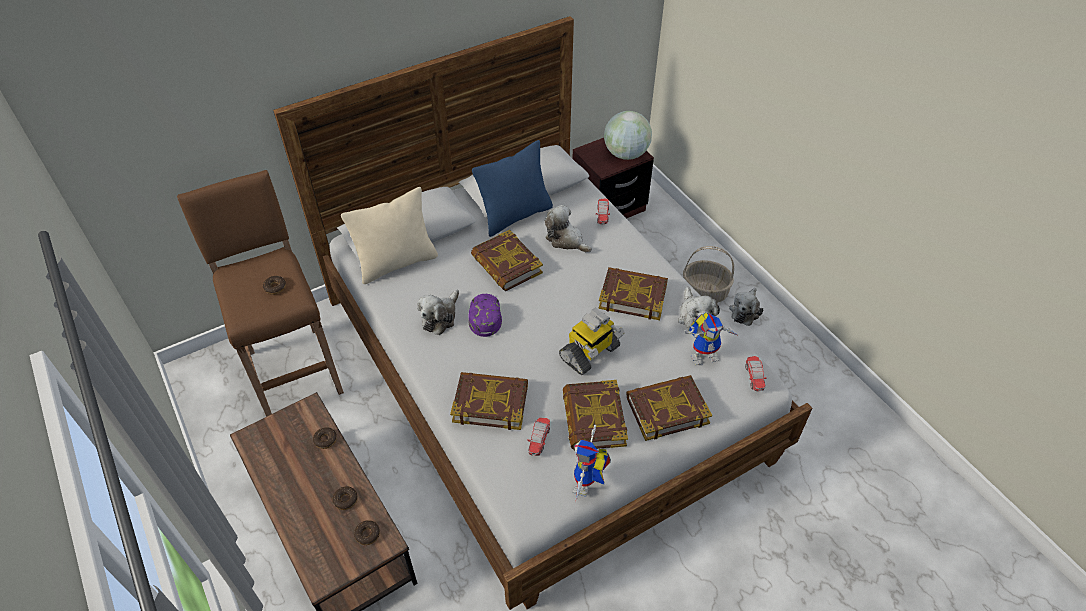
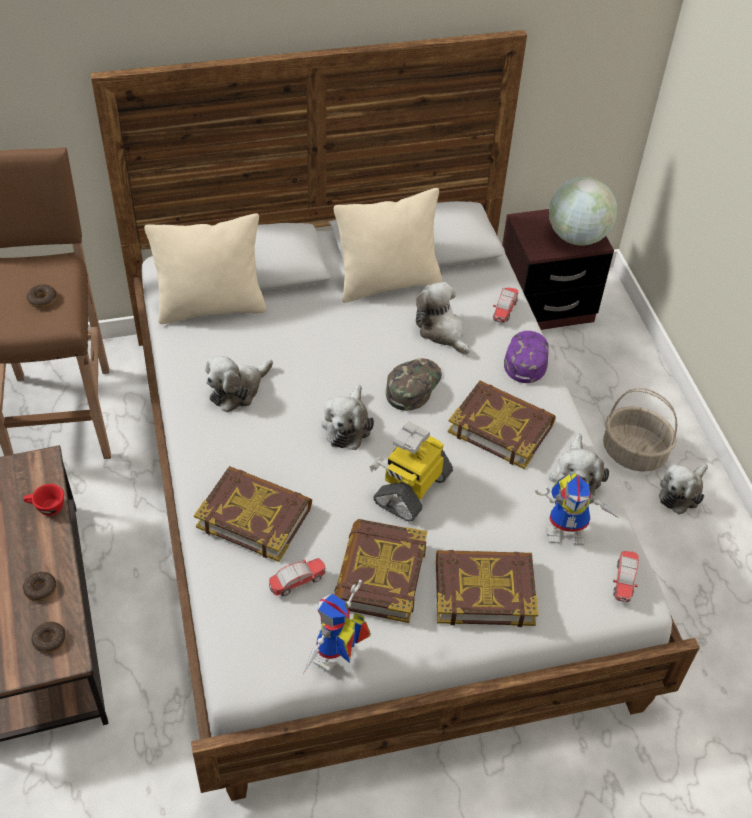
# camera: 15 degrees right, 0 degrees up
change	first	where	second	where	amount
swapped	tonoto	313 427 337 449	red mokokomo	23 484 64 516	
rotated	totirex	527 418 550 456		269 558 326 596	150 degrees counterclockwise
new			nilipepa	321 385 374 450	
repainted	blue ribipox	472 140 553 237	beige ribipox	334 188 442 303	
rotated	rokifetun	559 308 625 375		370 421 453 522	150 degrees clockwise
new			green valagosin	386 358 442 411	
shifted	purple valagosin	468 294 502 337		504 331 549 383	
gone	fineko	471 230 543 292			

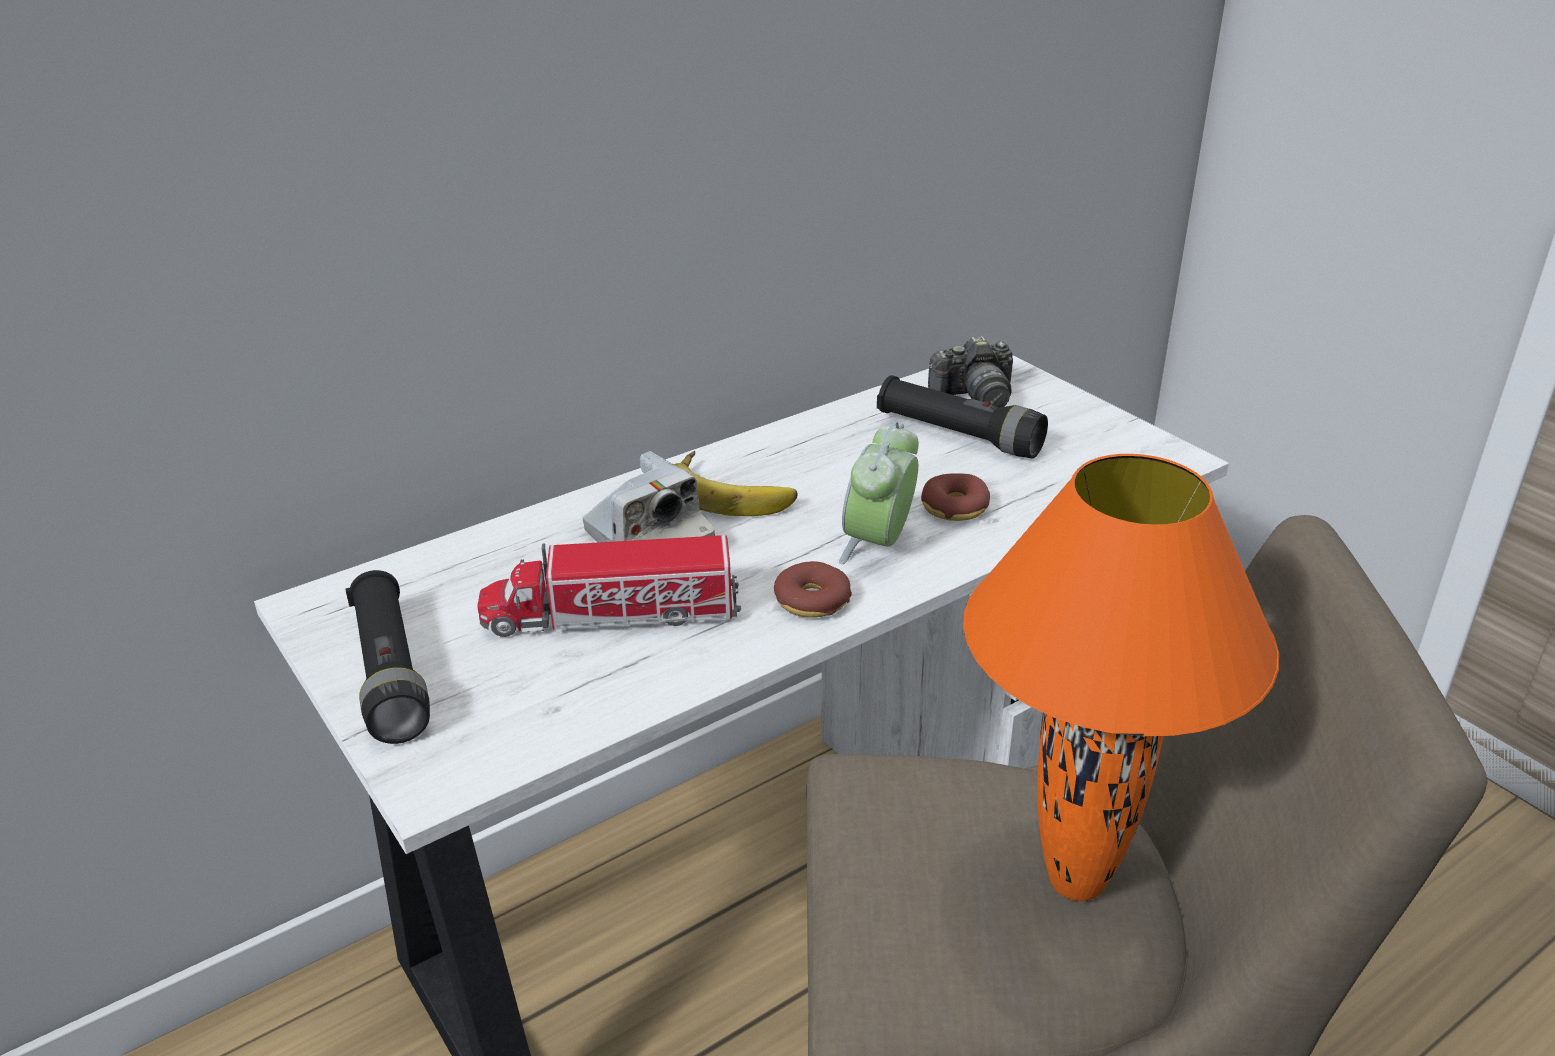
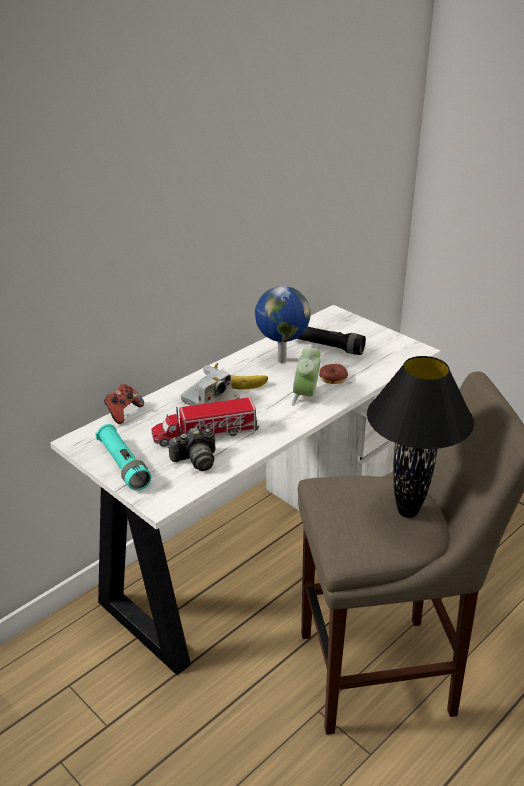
# camera: 10 degrees left, 0 degrees up
change	first	where	second	where	amount
repainted	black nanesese	345 570 430 744	turquoise nanesese	96 424 151 491	
new			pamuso	104 384 144 424	
shifted	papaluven	928 336 1013 408		168 427 215 471	
new			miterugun	255 286 311 363	
repainted	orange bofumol	963 454 1279 901	black bofumol	367 356 474 518	
gone	tonoto	774 561 852 618			

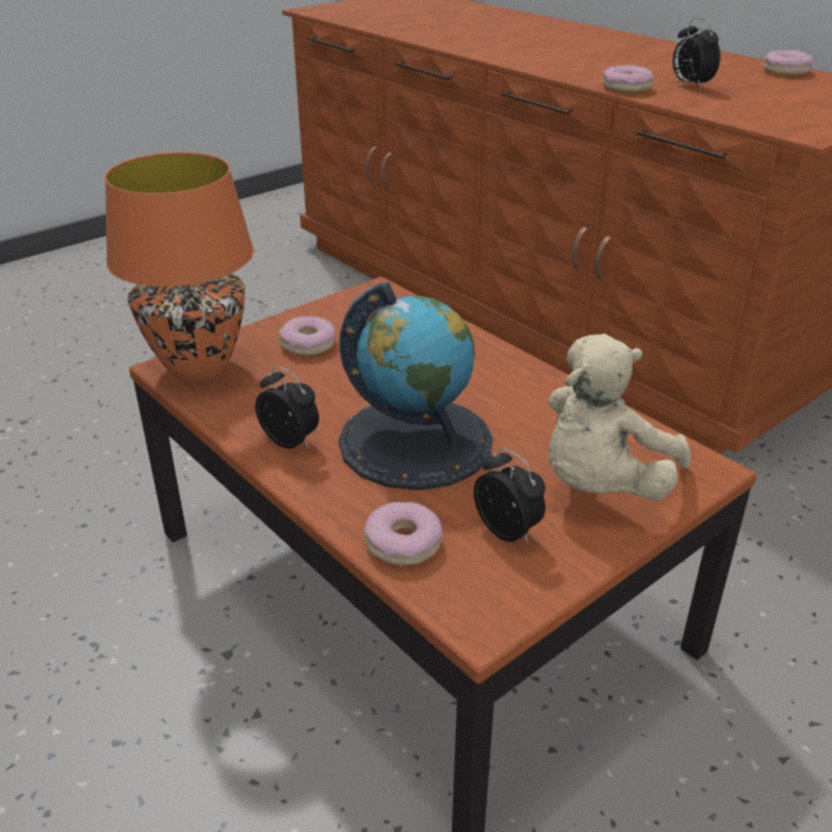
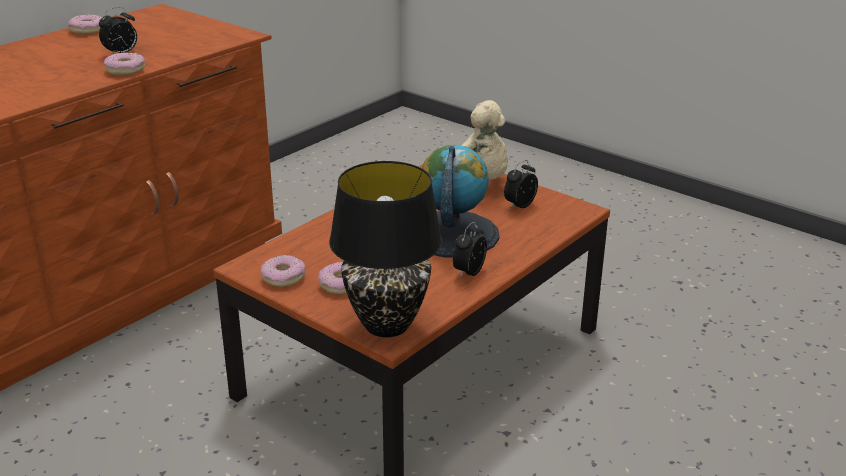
# camera: 100 degrees left, 5 degrees down
change	first	where	second	where	amount
shifted	tonoto	364 502 443 566		261 255 305 287	
repainted	orange bofumol	104 152 254 381	black bofumol	329 161 442 337	

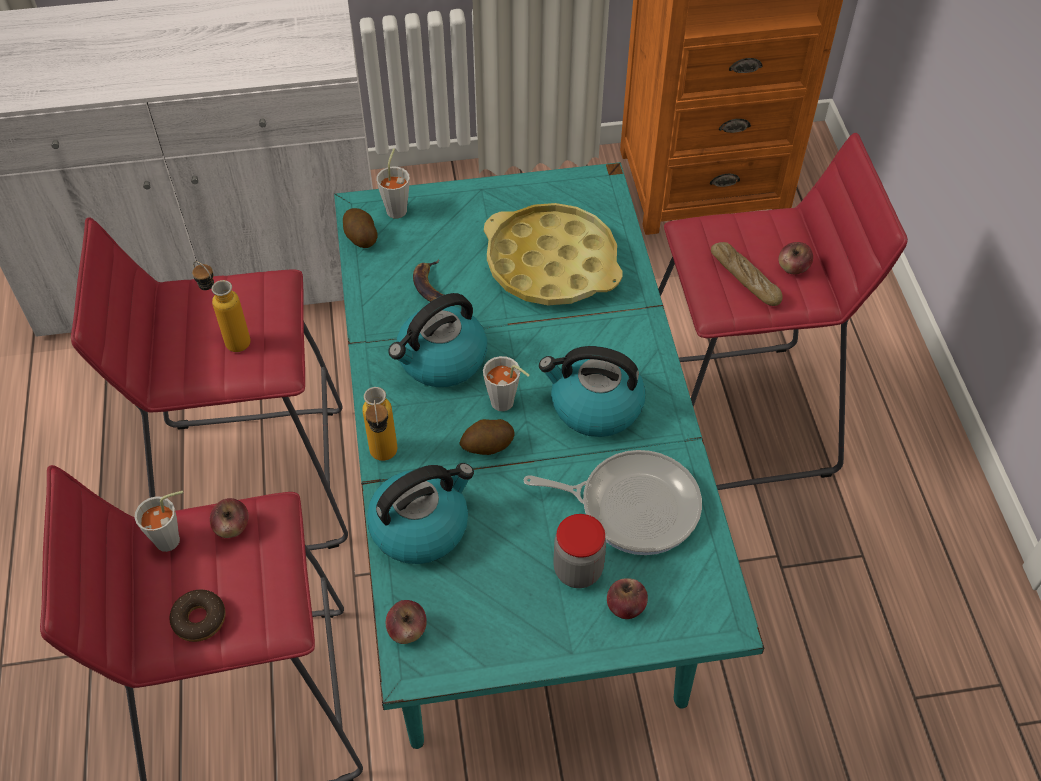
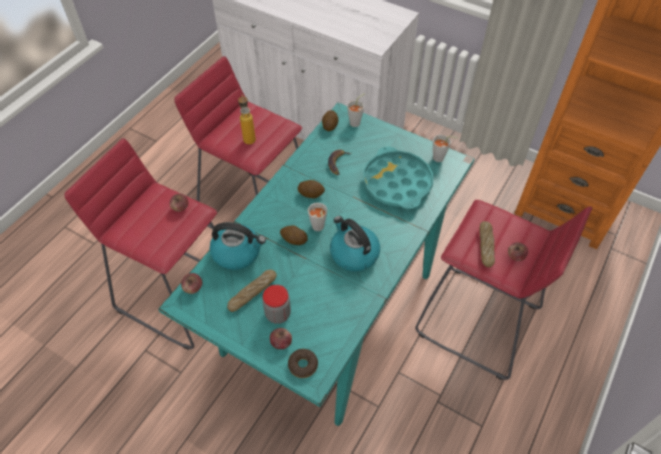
# camera: 40 degrees right, 0 degrees up
change	first	where	second	where	amount
new			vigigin	227 270 277 312	
shifted	tonoto	169 589 226 642		288 349 318 378	
swapped	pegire	388 293 487 387	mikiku	298 180 325 198	
repainted	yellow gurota	484 203 623 305	turquoise gurota	363 146 433 209	
shifted	grey mokokomo	135 491 184 552		433 135 458 162	
gone	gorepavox	362 387 397 461			
gone	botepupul	524 450 702 555			

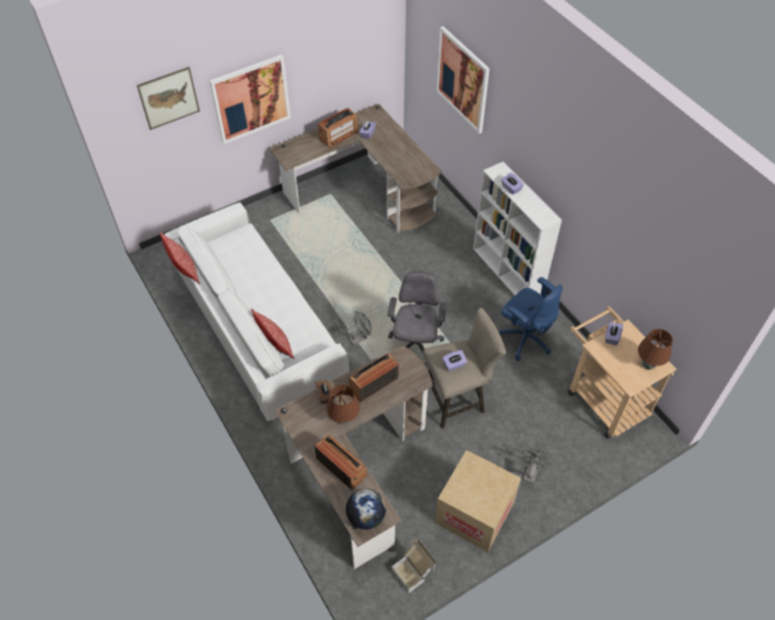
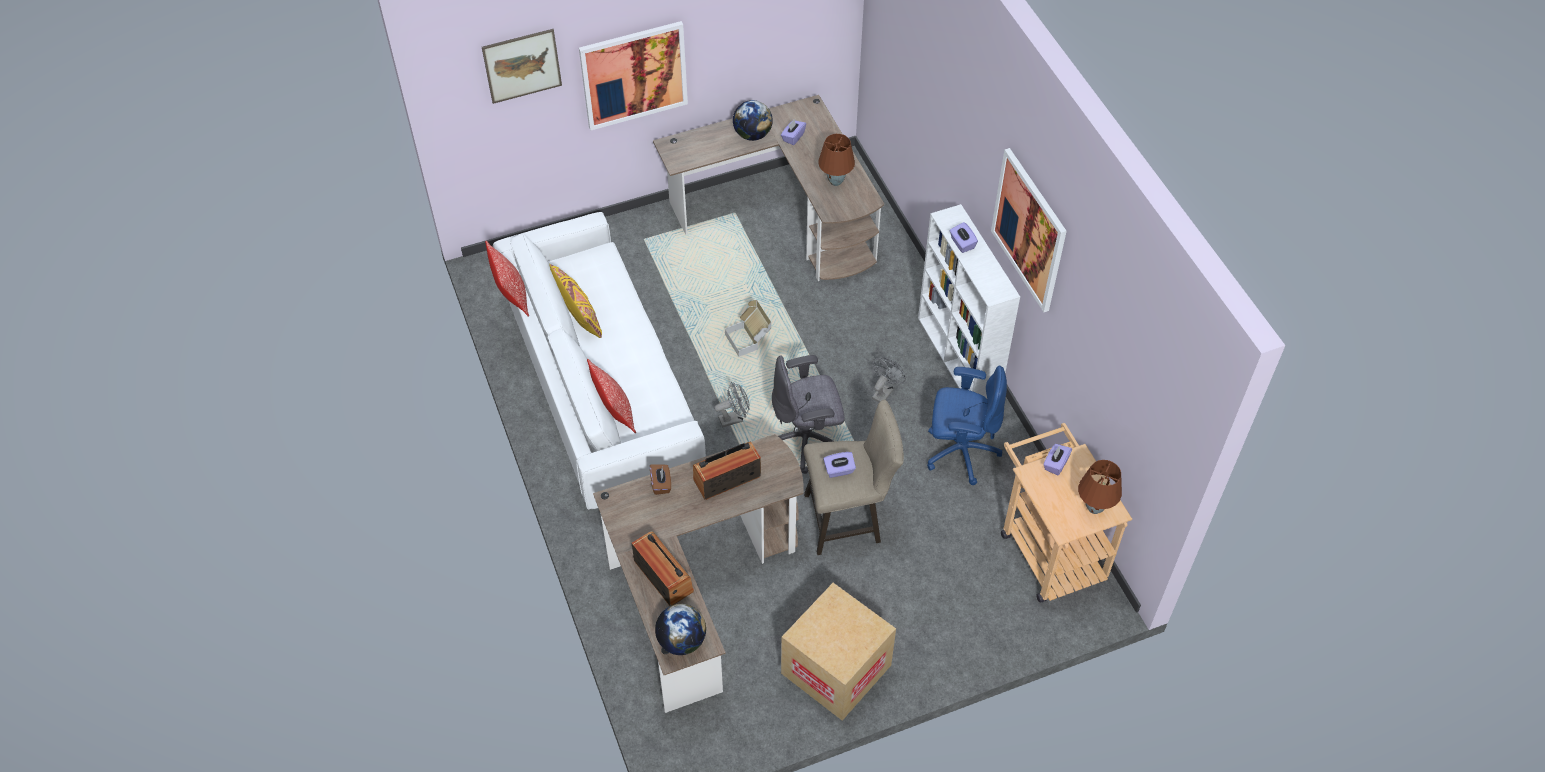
# camera: 10 degrees right, 0 degrees up
change	first	where	second	where	amount
new			yellow ribipox	549 264 602 338	
shifted	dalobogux	391 539 436 593		725 300 771 357	
swapped	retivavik	318 108 358 148	miterugun	733 100 773 141	
rotated	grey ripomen	388 272 446 353		772 355 845 474	120 degrees counterclockwise
shifted	brown bofumol	326 385 360 425		818 134 855 186	
shifted	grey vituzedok	521 448 552 484		872 358 906 402	
rotated	blue ripomen	498 277 563 361		928 366 1007 485	45 degrees counterclockwise
shifted	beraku	436 26 490 134		991 148 1067 312	

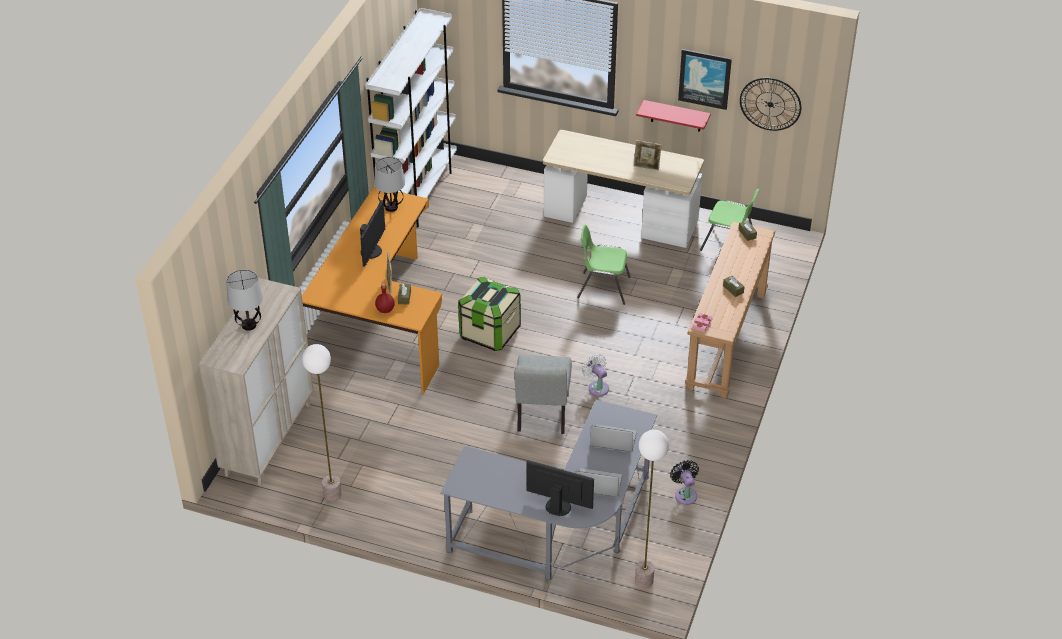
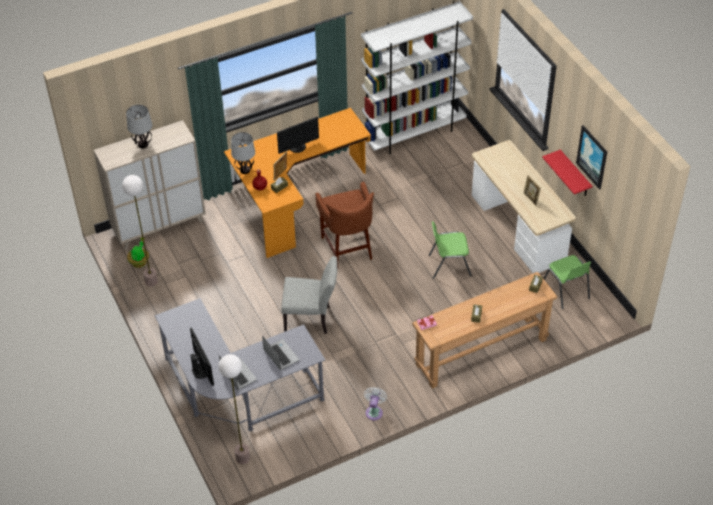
# camera: 45 degrees right, 5 degrees up
change	first	where	second	where	amount
new			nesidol	127 237 149 268	
shifted	bofumol	374 157 405 212		231 132 255 174	
rotated	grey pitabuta	514 355 572 434		281 256 337 334	135 degrees counterclockwise
swapped	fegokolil	458 277 521 351	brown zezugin	315 182 374 269	
shifted	white vituzedok	582 354 609 396		364 387 387 420	
rotated	green pitabuta	577 225 631 305		429 221 472 279	60 degrees counterclockwise
gone	black vituzedok	670 460 699 505			
gone	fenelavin	740 78 801 131			

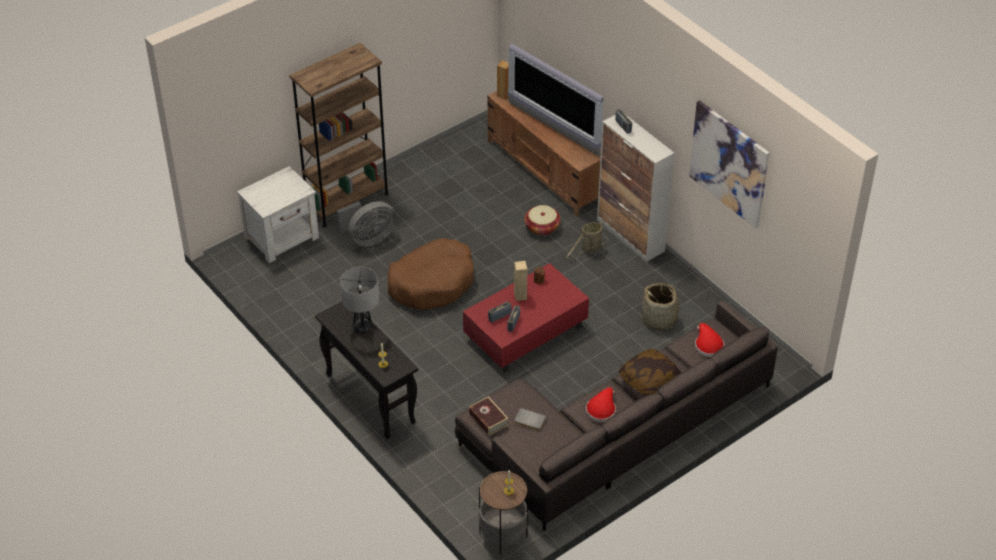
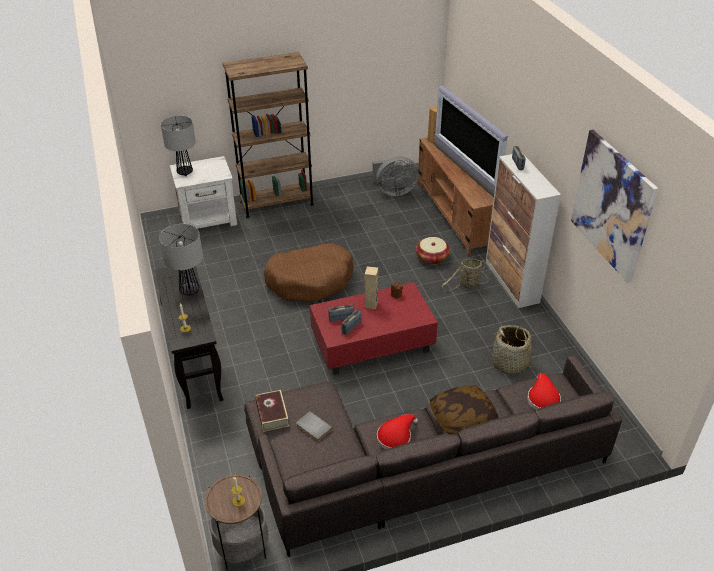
# camera: 20 degrees right, 5 degrees down
change	first	where	second	where	amount
new			bofumol	161 115 196 176	
shifted	grey vituzedok	336 201 396 246		372 156 419 196	

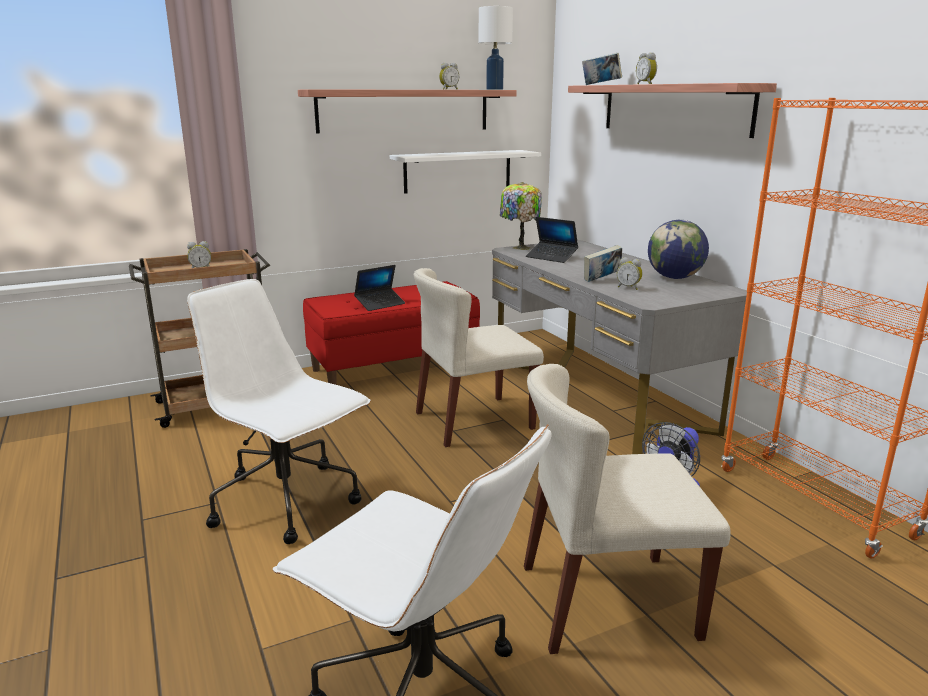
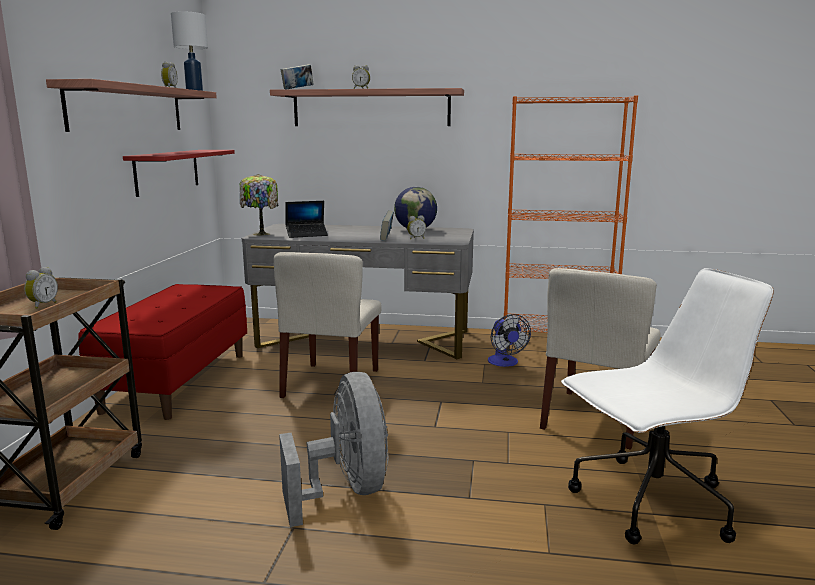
# camera: 55 degrees left, 5 degrees down
change	first	where	second	where	amount
repainted	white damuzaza	390 150 541 194	red damuzaza	123 150 235 197	
swapped	white ripomen	187 279 371 544	grey vituzedok	279 372 388 527	
gone	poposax	354 265 405 311			

